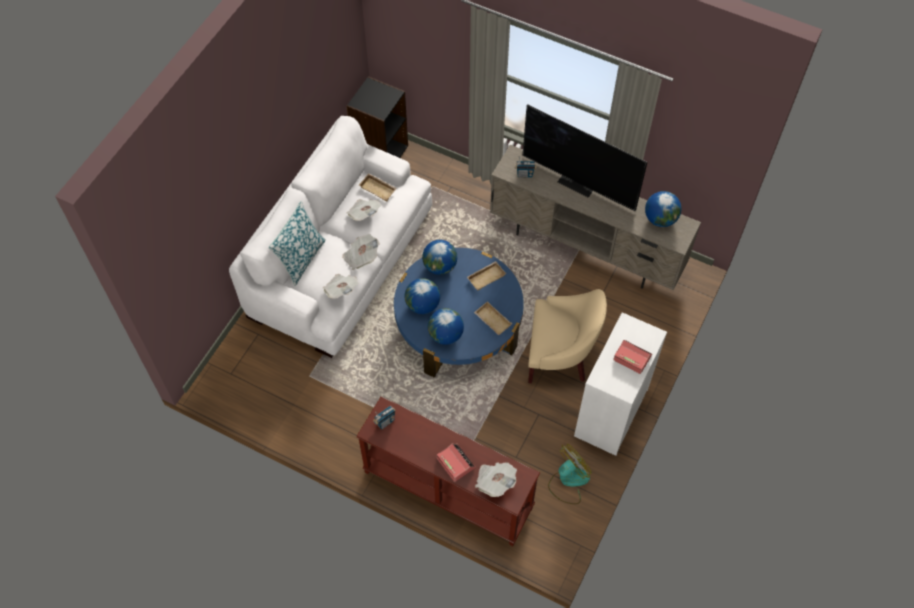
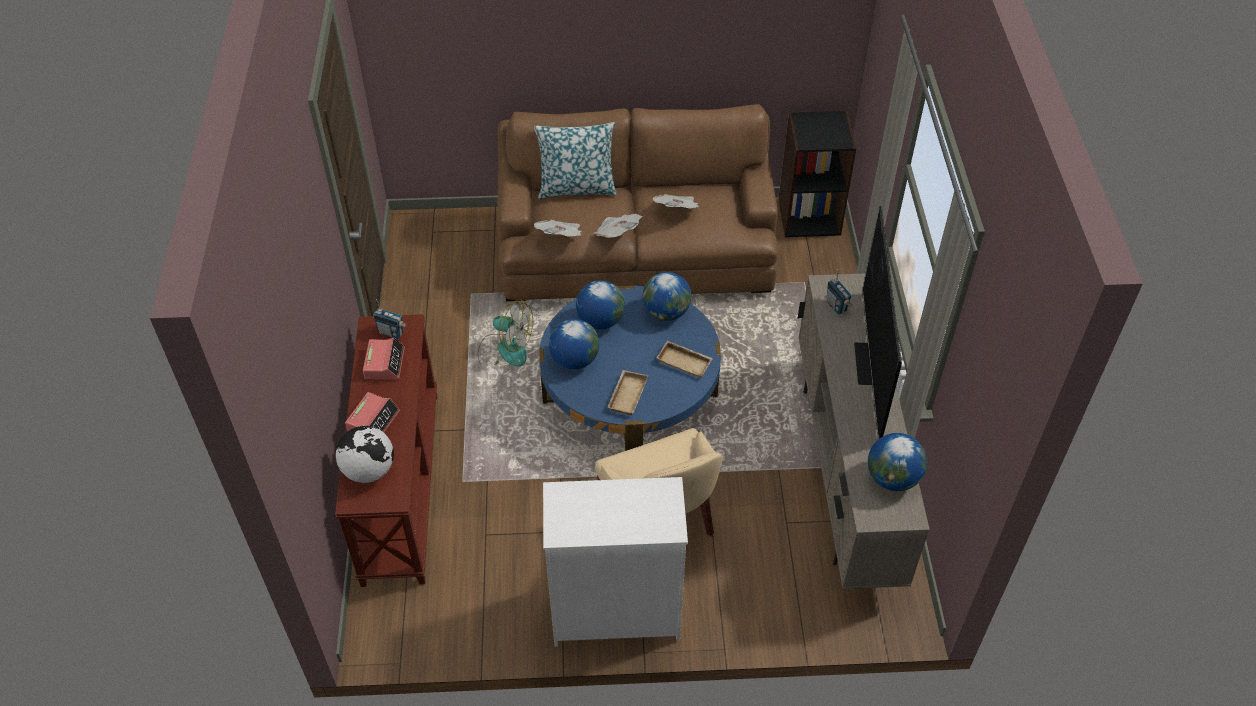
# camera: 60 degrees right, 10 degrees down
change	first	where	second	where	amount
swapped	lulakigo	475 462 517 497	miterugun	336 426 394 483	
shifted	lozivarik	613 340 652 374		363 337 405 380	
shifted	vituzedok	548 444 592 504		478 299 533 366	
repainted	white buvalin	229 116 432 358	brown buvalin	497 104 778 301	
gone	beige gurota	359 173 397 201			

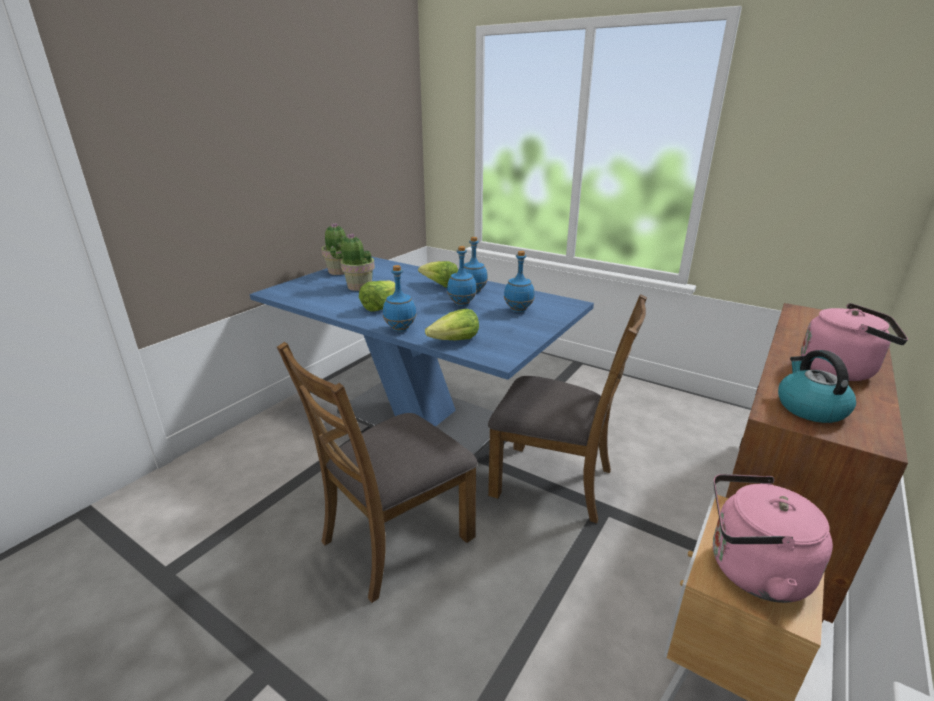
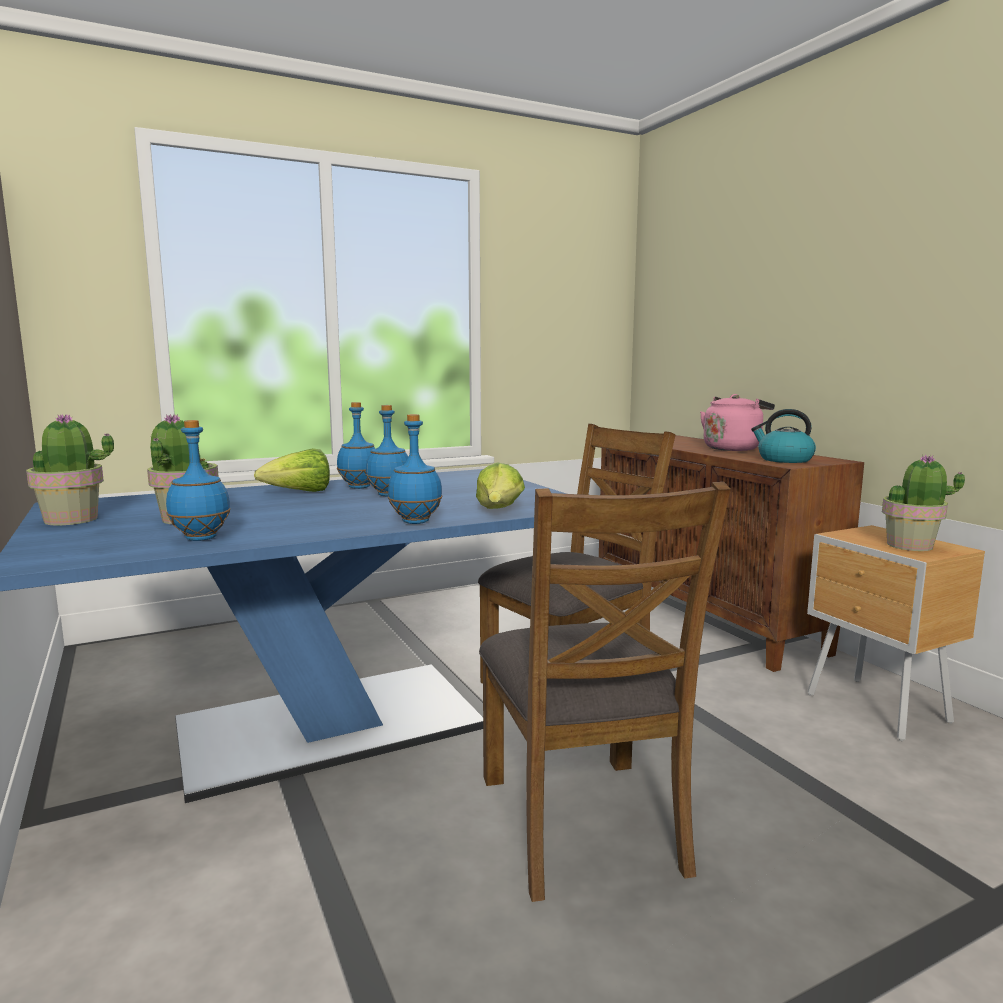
# camera: 60 degrees left, 15 degrees down
change	first	where	second	where	amount
shifted	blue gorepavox	504 251 535 313		166 420 231 541	
swapped	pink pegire	713 474 833 603	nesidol	882 455 965 551	
gone	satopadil	359 280 395 312			

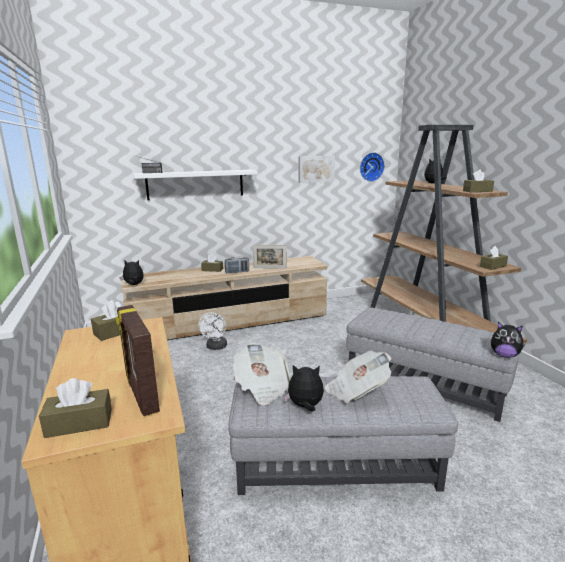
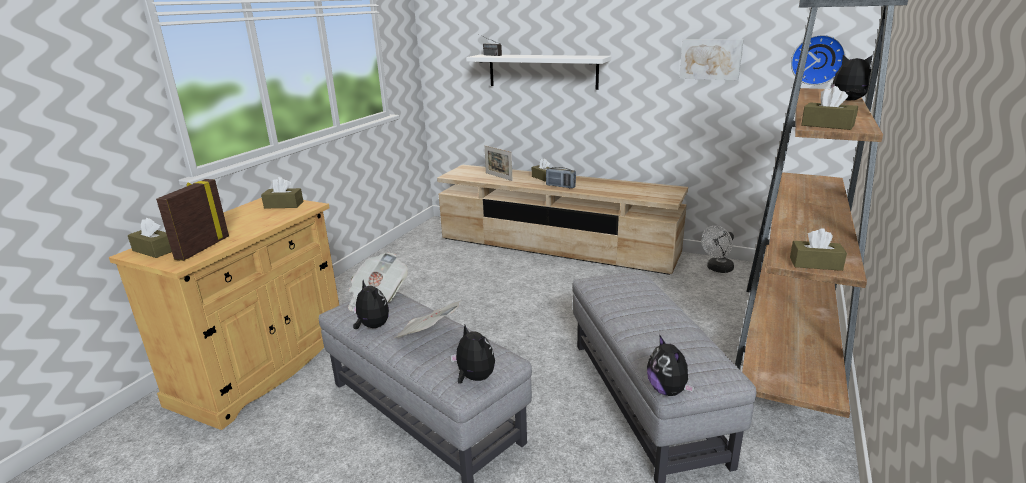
# camera: 45 degrees right, 5 degrees up
change	first	where	second	where	amount
shifted	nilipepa	119 260 144 285		450 325 495 384	
shifted	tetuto	253 245 287 269		485 145 513 181	
shifted	white vituzedok	198 312 227 350		701 226 734 273	

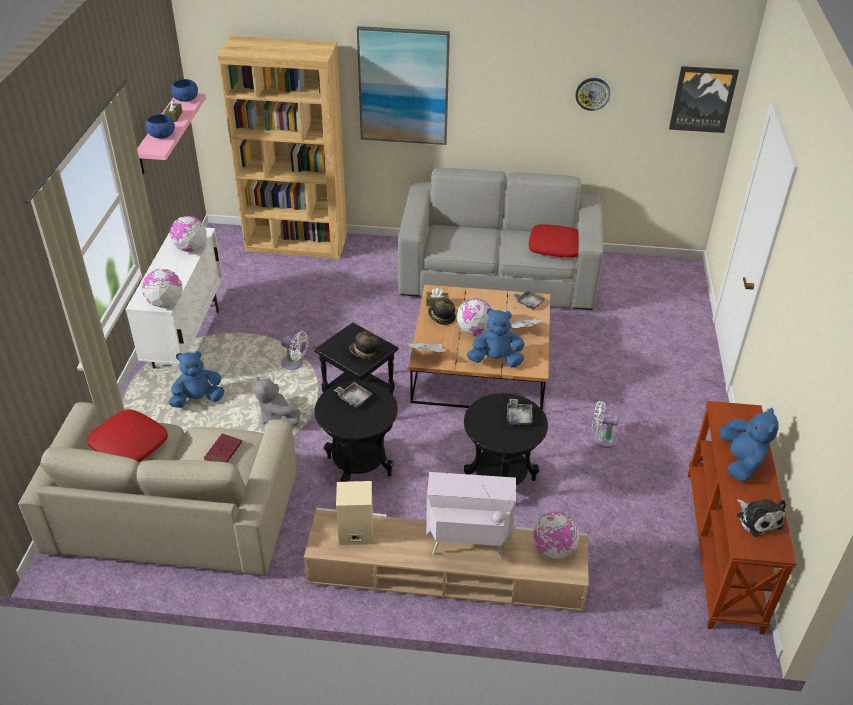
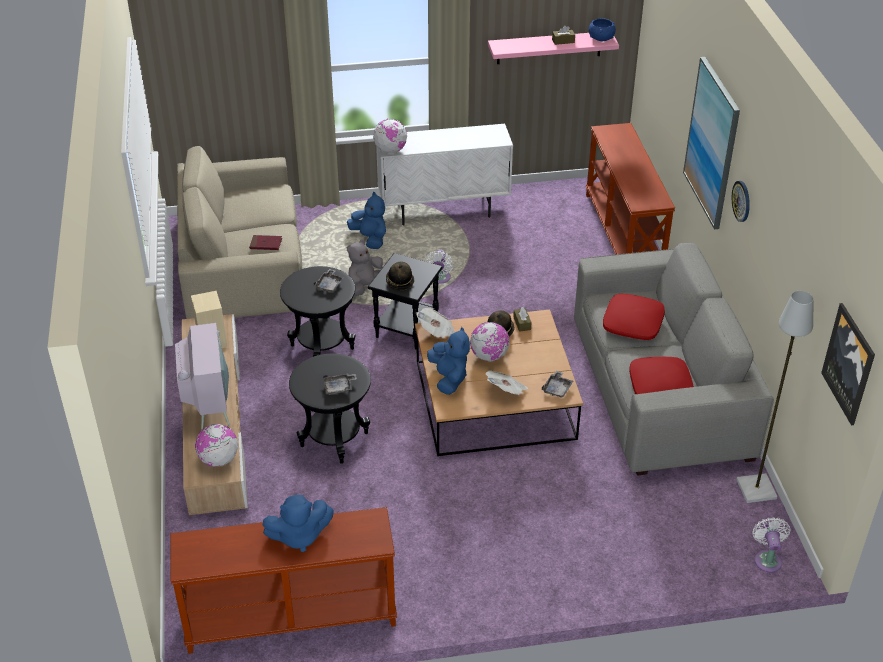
# camera: 75 degrees right, 0 degrees up
change	first	where	second	where	amount
swapped	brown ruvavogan	218 36 347 260	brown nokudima	586 123 675 255	
shifted	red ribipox	87 409 168 462		603 294 665 340	
shifted	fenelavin	576 78 610 111		732 181 750 222	
new			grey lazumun	736 291 814 503	
shifted	white vituzedok	592 401 619 448		752 517 791 572	
gone	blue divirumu	145 114 175 139			
gone	miterugun	170 216 207 253			
gone	nilipepa	737 499 786 537			

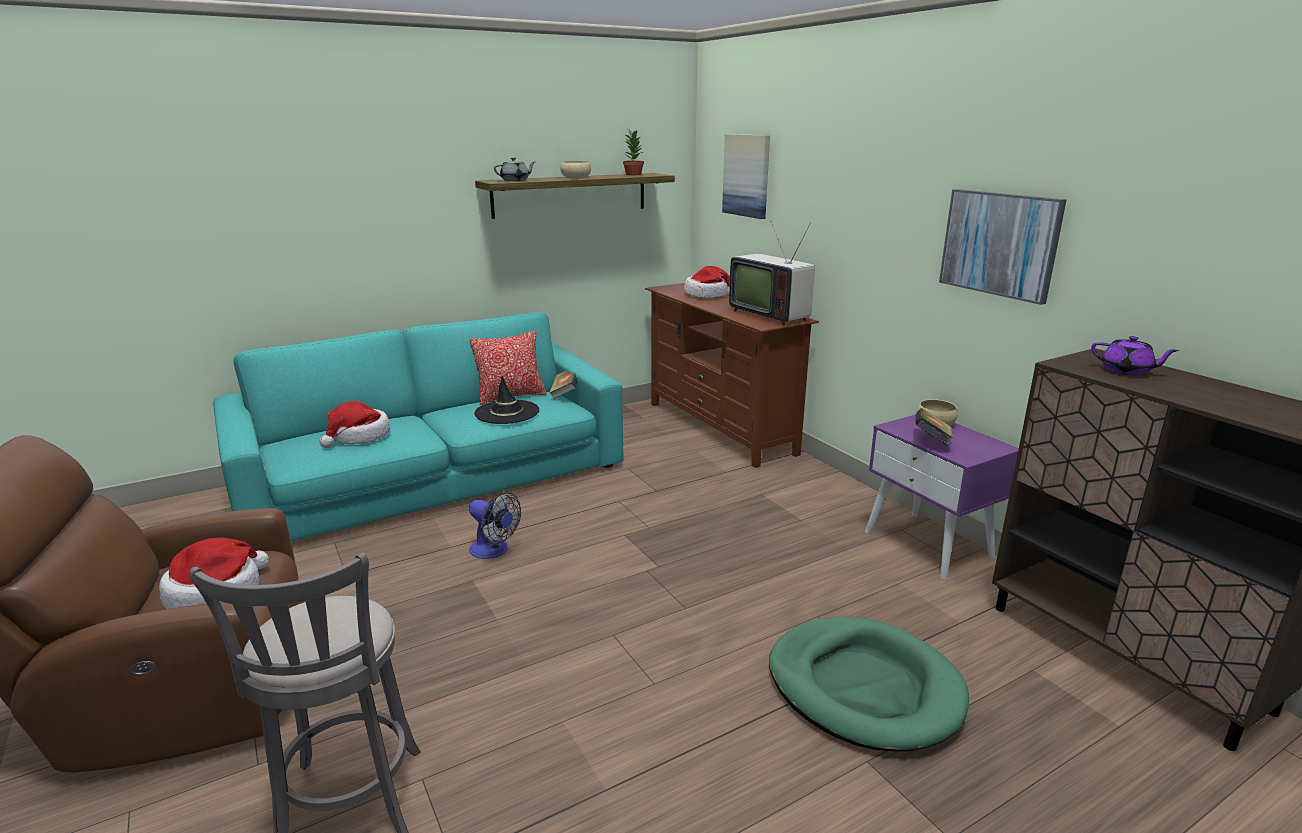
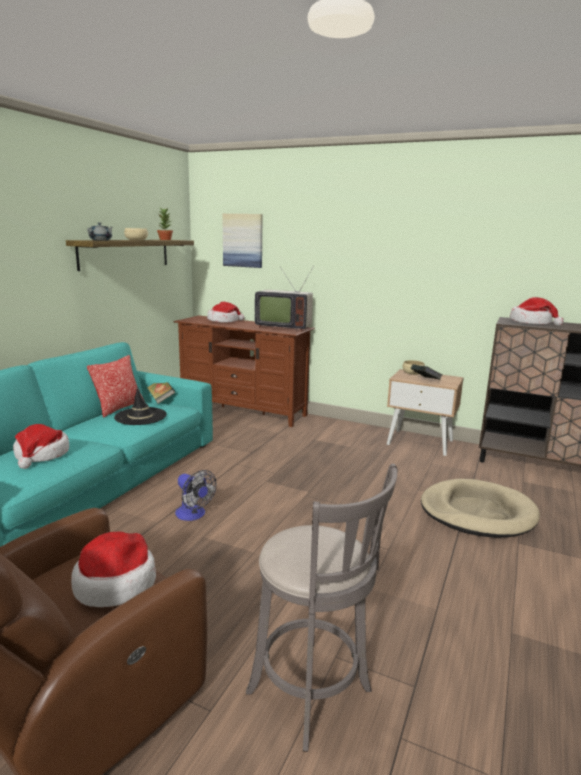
# camera: 35 degrees left, 5 degrees down
change	first	where	second	where	amount
rotated	vituzedok	469 492 521 559		175 470 216 521	45 degrees clockwise
repainted	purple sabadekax	865 415 1019 579	beige sabadekax	387 369 464 456	
repainted	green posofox	769 616 969 751	beige posofox	421 479 540 538	
swapped	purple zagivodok	1091 336 1179 375	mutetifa	510 297 564 326	
gone	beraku	939 189 1067 305			

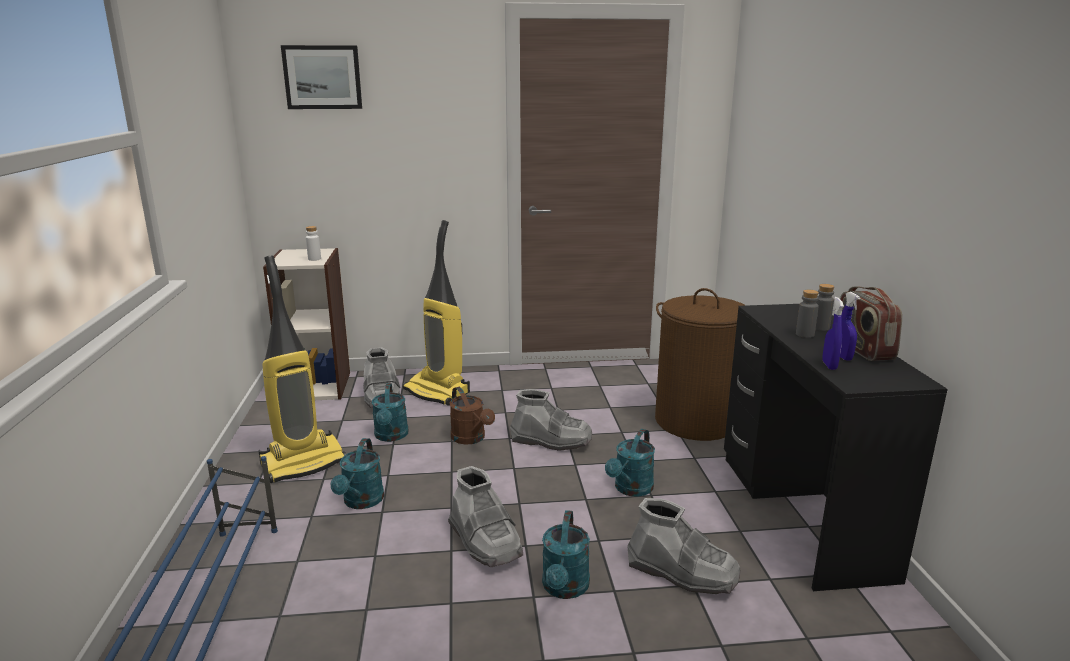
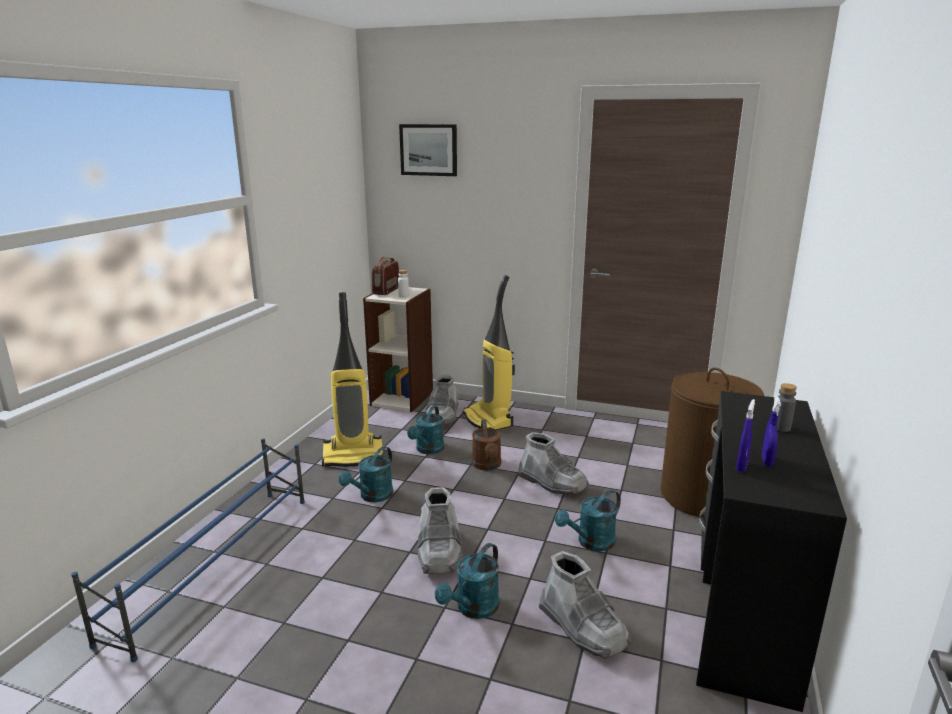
# camera: 25 degrees right, 0 degrees up
change	first	where	second	where	amount
shifted	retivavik	840 287 902 361		372 256 400 295	
gone	grey gorepavox	796 290 819 338			

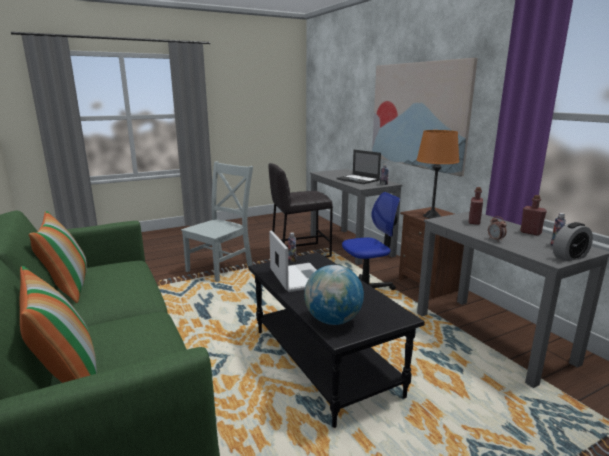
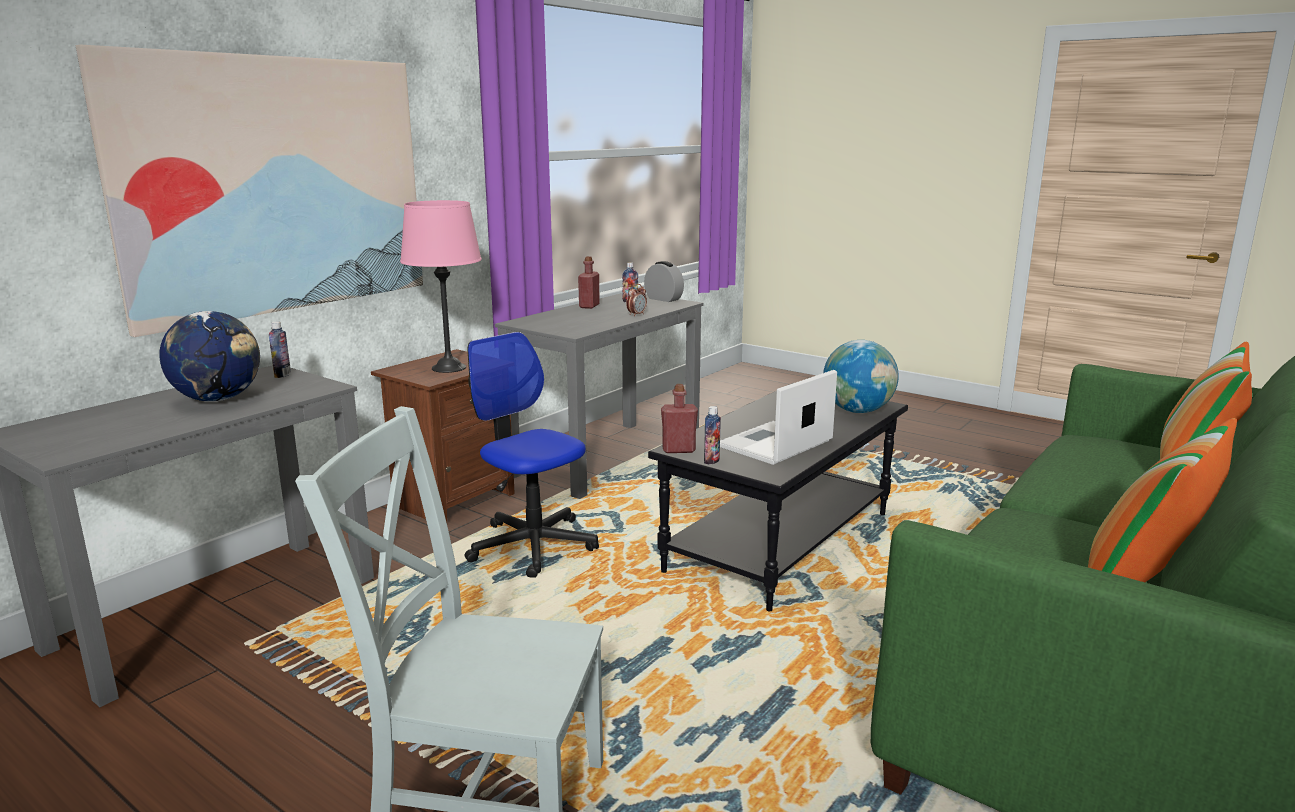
# camera: 115 degrees left, 0 degrees up
change	first	where	second	where	amount
swapped	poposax	337 150 381 184	miterugun	159 311 260 402	
repainted	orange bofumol	417 130 459 219	pink bofumol	400 200 482 373	
shifted	red gorepavox	469 187 483 225		661 384 698 453	
gone	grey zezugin	269 163 333 257			

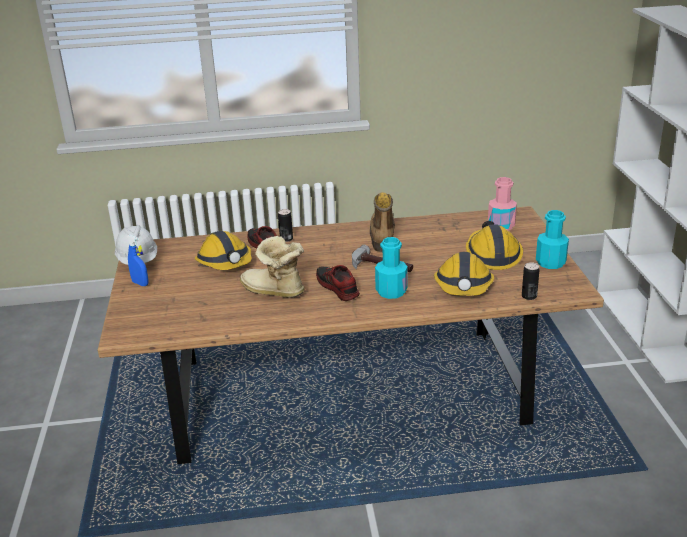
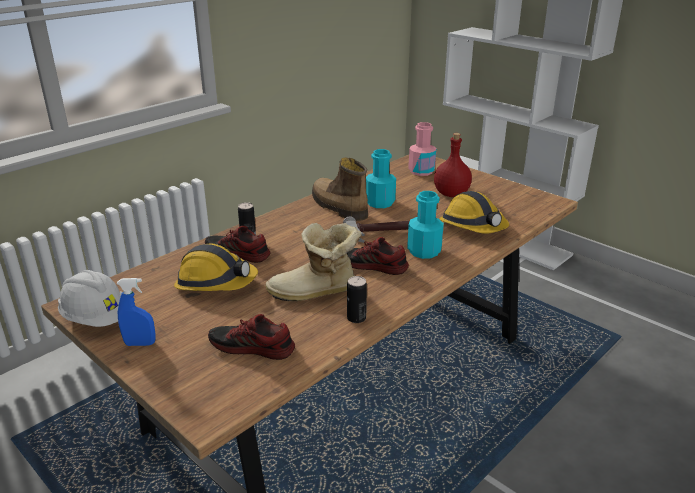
# camera: 40 degrees left, 0 degrees up
change	first	where	second	where	amount
new			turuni	208 314 295 360	
shifted	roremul	522 262 540 300		347 276 367 323	
shifted	turquoise gorepavox	536 210 569 269		366 149 396 208	
swapped	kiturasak	466 221 523 270	red gorepavox	434 133 472 197	

